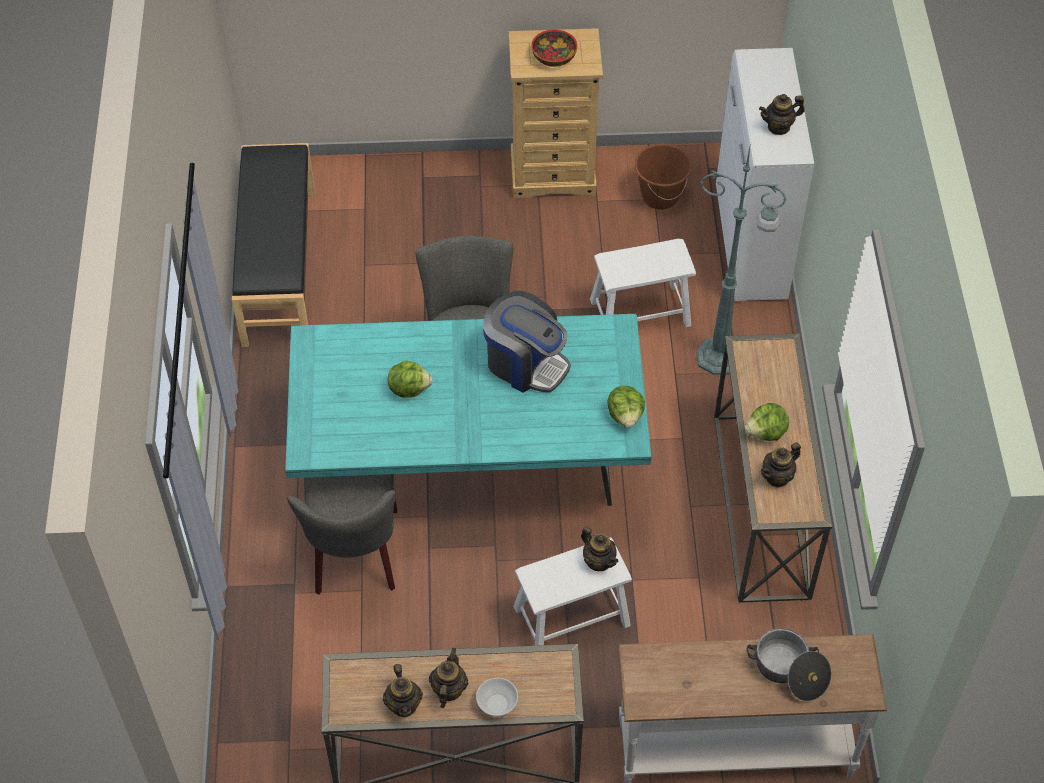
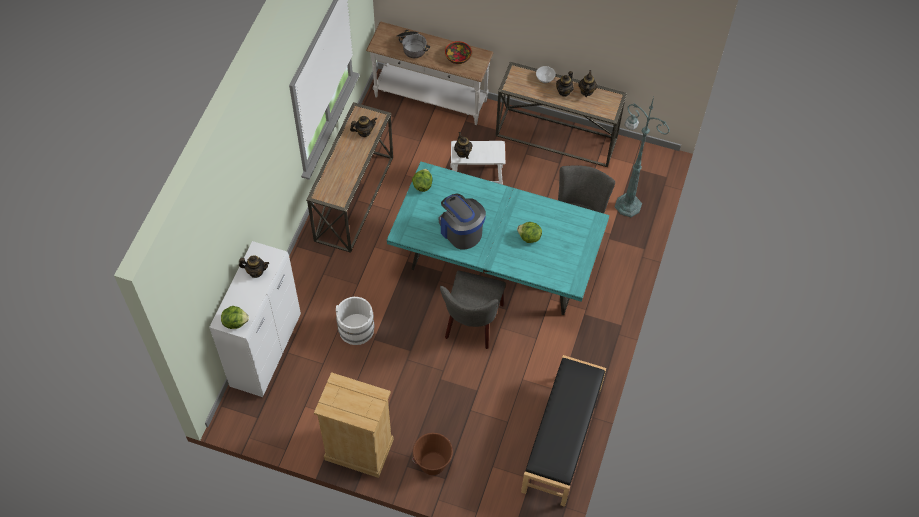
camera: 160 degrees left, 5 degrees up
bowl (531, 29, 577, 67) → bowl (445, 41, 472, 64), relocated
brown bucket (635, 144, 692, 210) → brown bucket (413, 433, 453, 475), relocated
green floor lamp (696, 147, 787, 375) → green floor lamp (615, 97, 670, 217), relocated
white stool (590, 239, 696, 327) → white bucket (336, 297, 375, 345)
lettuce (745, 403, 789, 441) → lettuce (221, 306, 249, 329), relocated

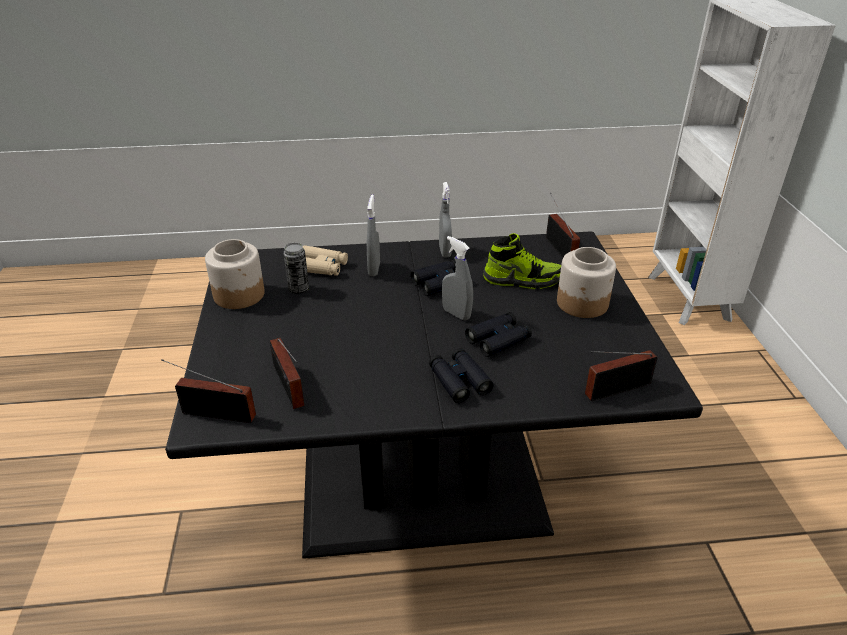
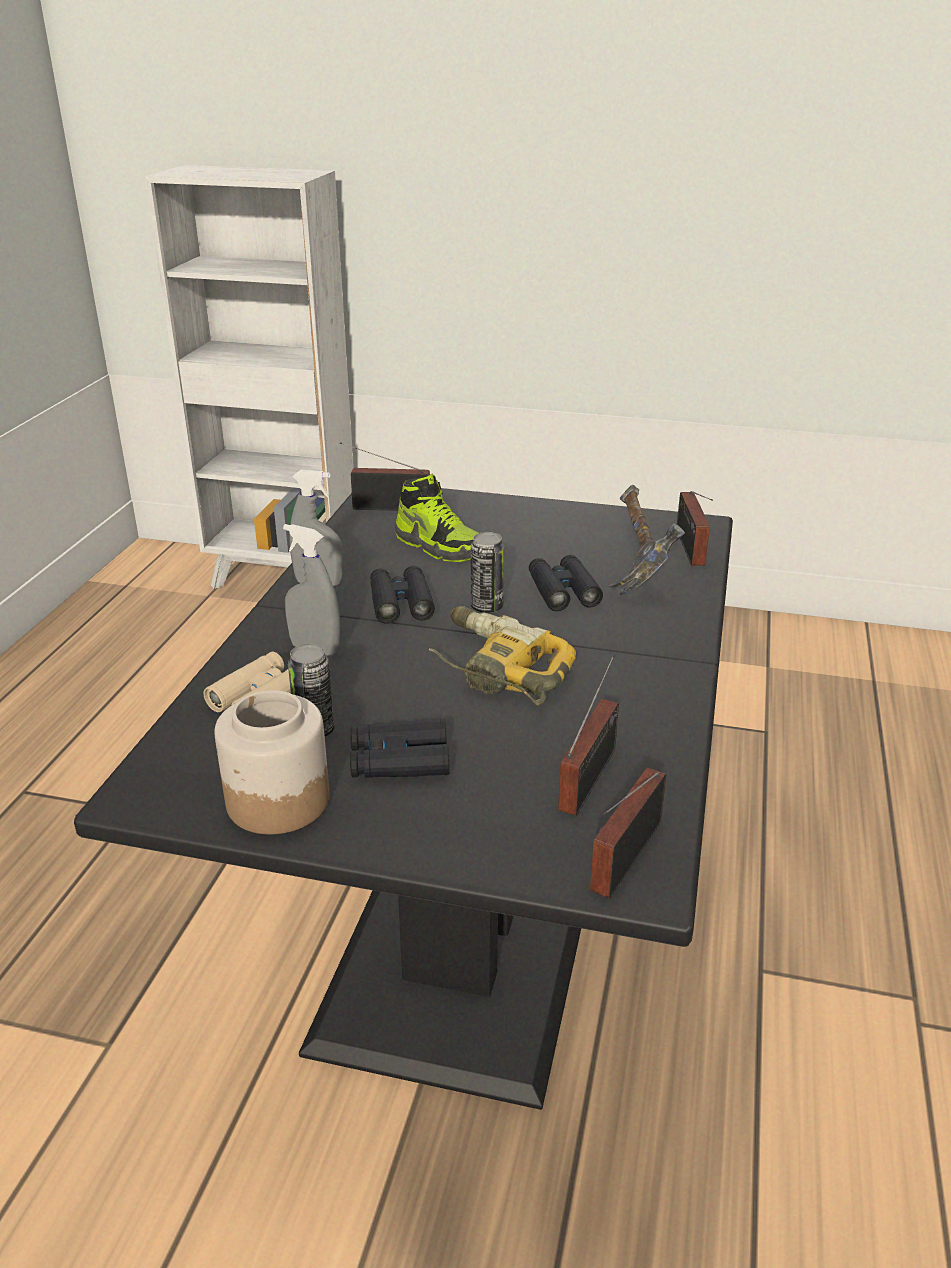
camera: 70 degrees left, 5 degrees down
shoe (483, 233, 561, 289) → shoe (395, 474, 478, 562), 105 degrees clockwise
grey spray bottle (442, 236, 473, 321) → can (471, 532, 504, 613)
jar (557, 247, 616, 318) → -
radio (270, 338, 304, 409) → radio (558, 654, 619, 816), 60 degrees counterclockwise
black binoculars (429, 348, 494, 403) → black binoculars (350, 719, 449, 778), relocated
- → hammer (609, 485, 685, 595)
- → power drill (429, 606, 576, 706)

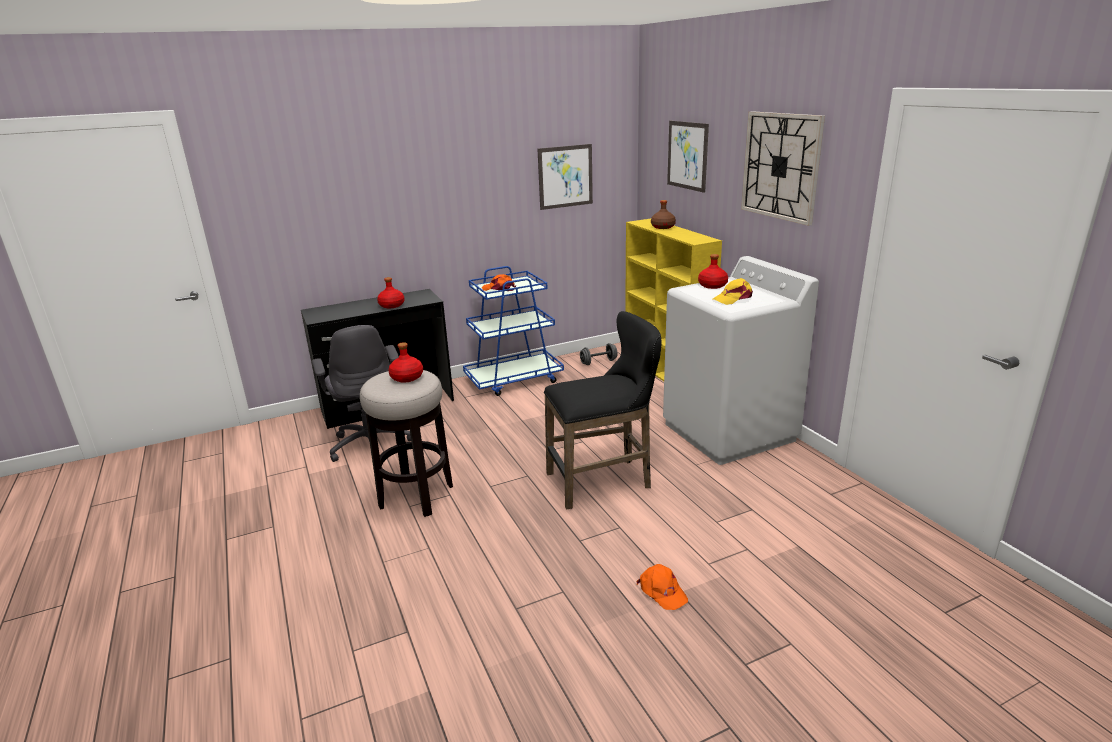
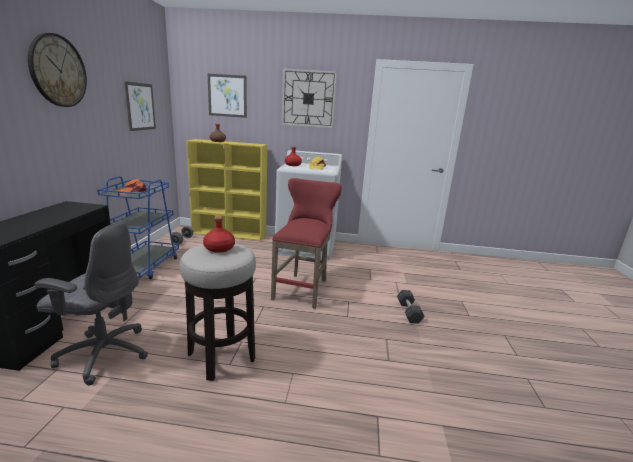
camera: 60 degrees left, 5 degrees down
red bottle (377, 277, 405, 308) → -
black stool (544, 311, 662, 510) → red stool (271, 178, 342, 309)
orange cap (637, 564, 688, 610) → grey dumbbell (397, 290, 425, 323)
- → wall clock (28, 33, 87, 107)

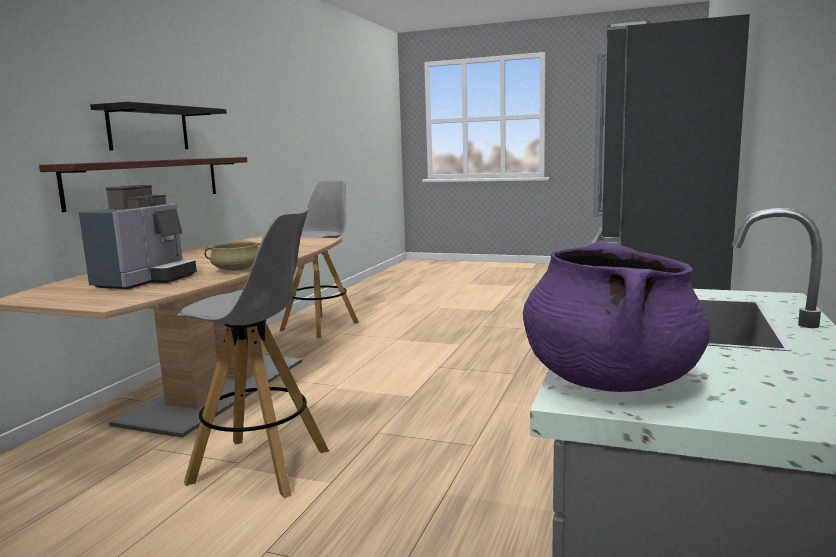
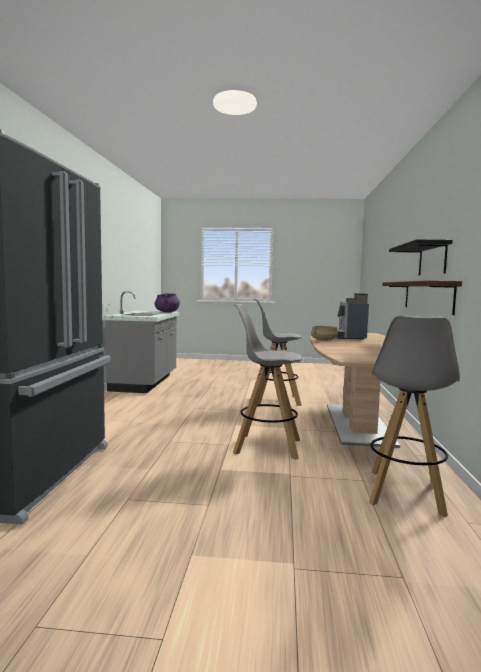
camera: 165 degrees right, 5 degrees down
- → grey stool (233, 304, 305, 460)

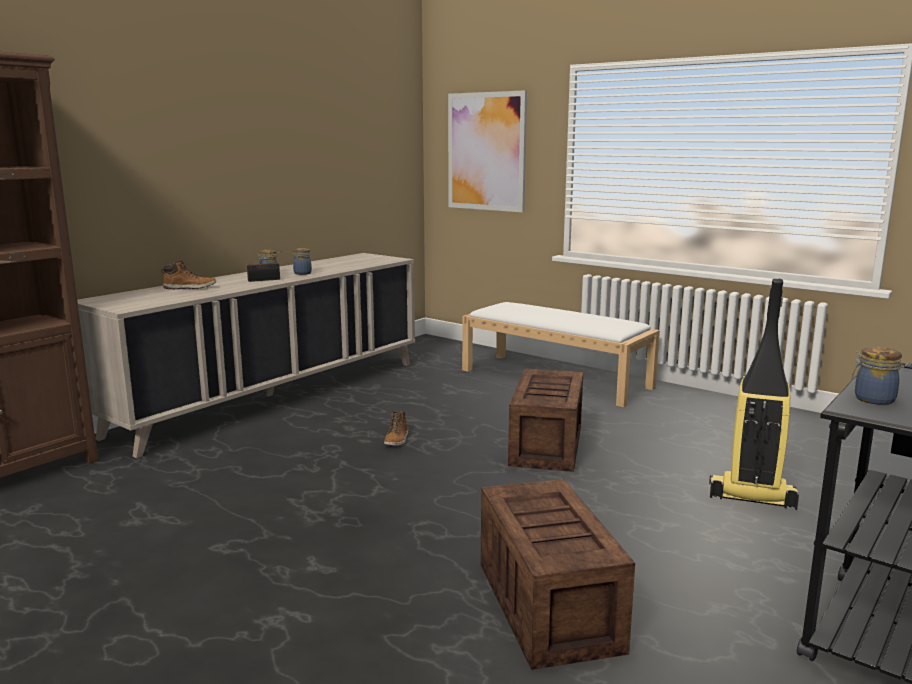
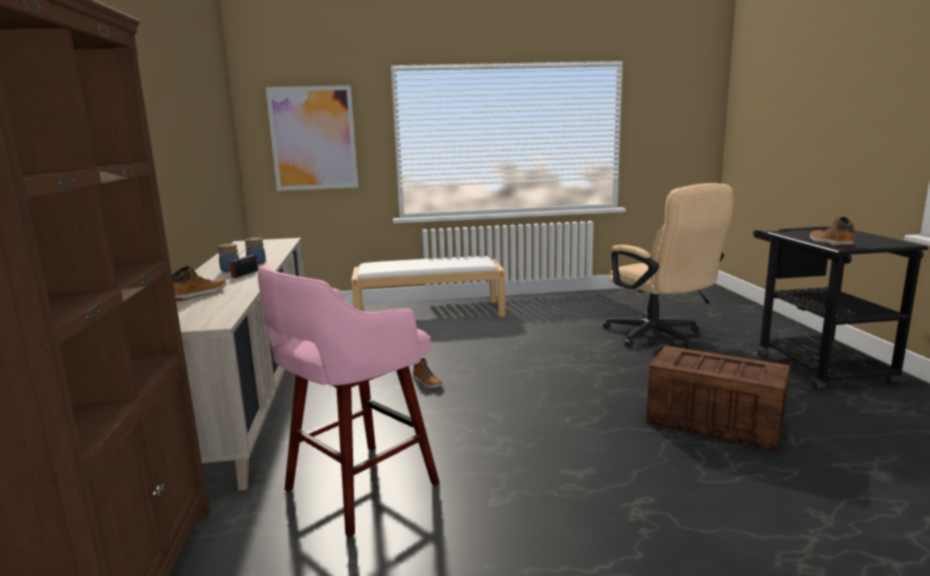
camera: 45 degrees left, 0 degrees up
vacuum cleaner (709, 278, 799, 510) → beige office chair (603, 183, 734, 349)
jar (851, 347, 902, 405) → boot (810, 217, 855, 247)
crate (508, 368, 583, 472) → -
- → pink stool (258, 265, 440, 537)

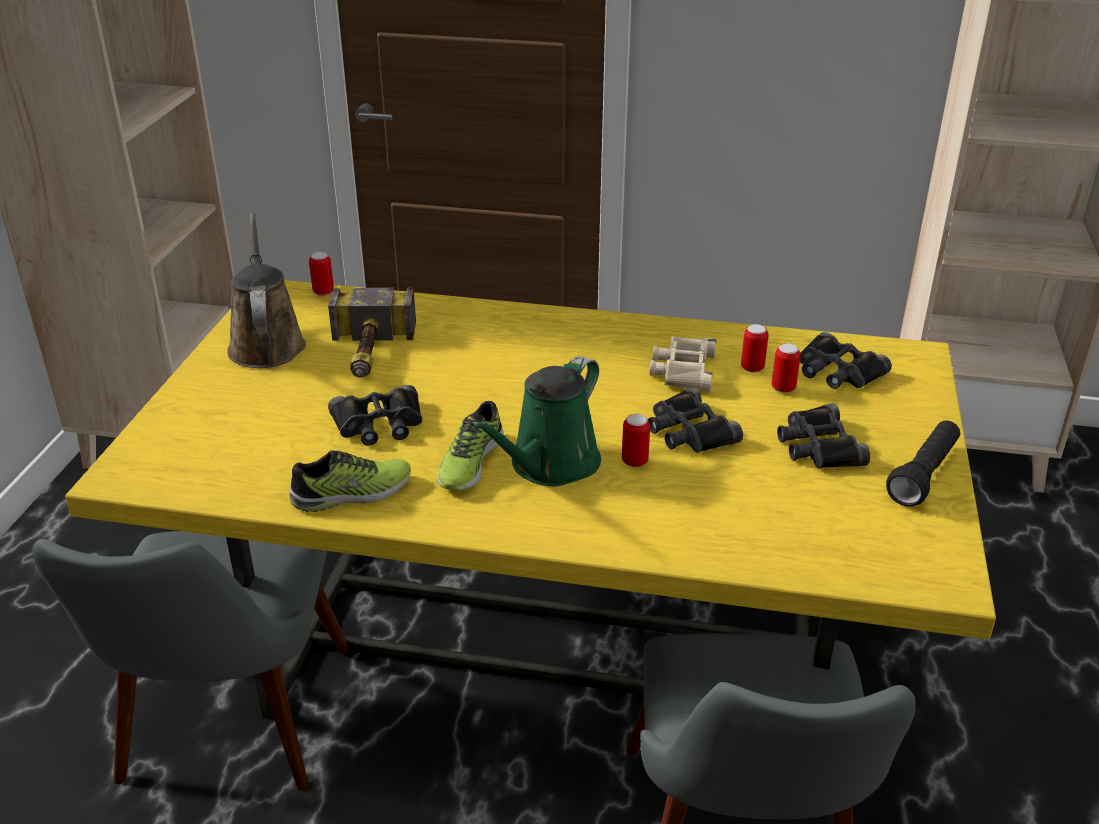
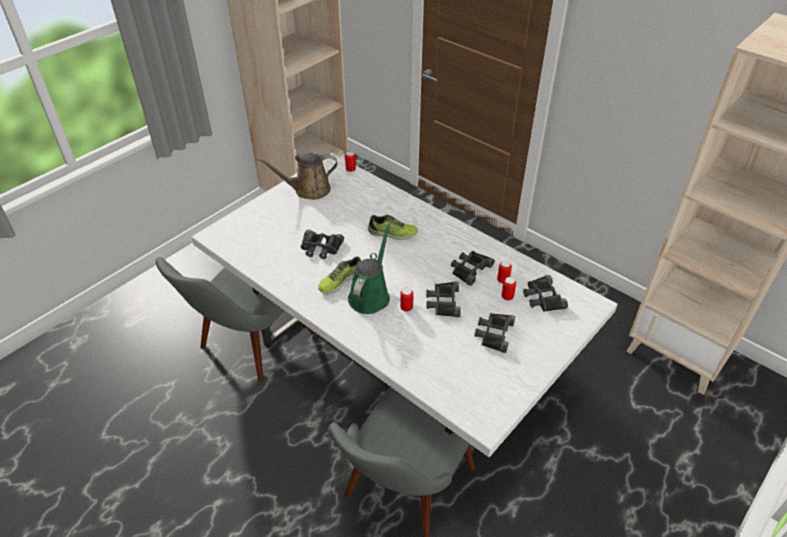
camera: 30 degrees right, 10 degrees up
brown watering can (227, 213, 306, 368) → brown watering can (256, 152, 337, 200), 120 degrees counterclockwise
yellow dining table (65, 280, 996, 719) → white dining table (192, 153, 618, 477)
hammer (328, 287, 416, 378) → -
beige binoculars (649, 336, 716, 392) → black binoculars (451, 251, 495, 286)
green watering can (470, 356, 601, 486) → green watering can (348, 222, 391, 314), 135 degrees clockwise
black flashlight (886, 421, 960, 507) → -
shoe (289, 450, 411, 512) → shoe (368, 215, 418, 240), relocated

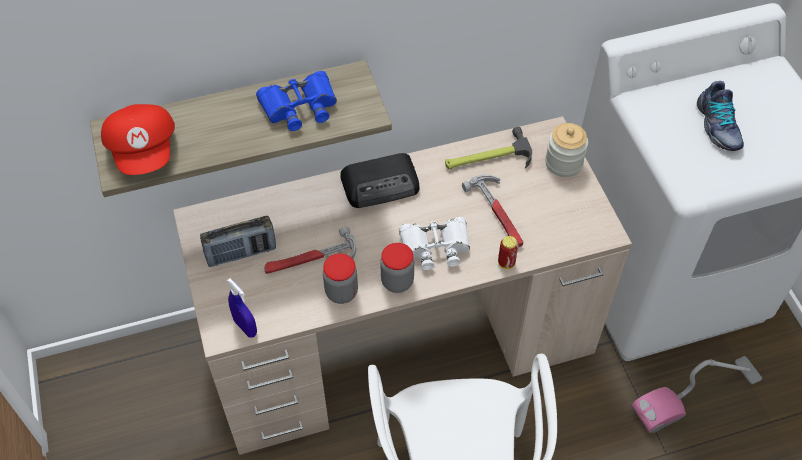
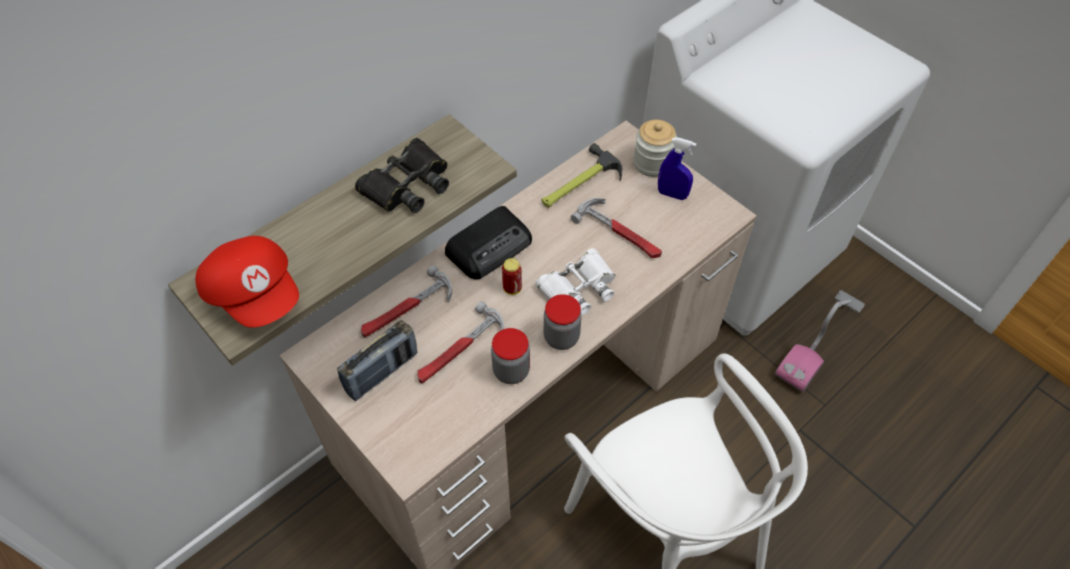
camera: 25 degrees left, 0 degrees up
blue binoculars (256, 71, 337, 131) → black binoculars (355, 138, 449, 213)
shoe (697, 81, 744, 151) → -
can (498, 236, 518, 269) → can (502, 258, 522, 295), relocated
blue spray bottle (227, 278, 257, 338) → blue spray bottle (658, 137, 697, 200), relocated
- → hammer (361, 265, 452, 337)

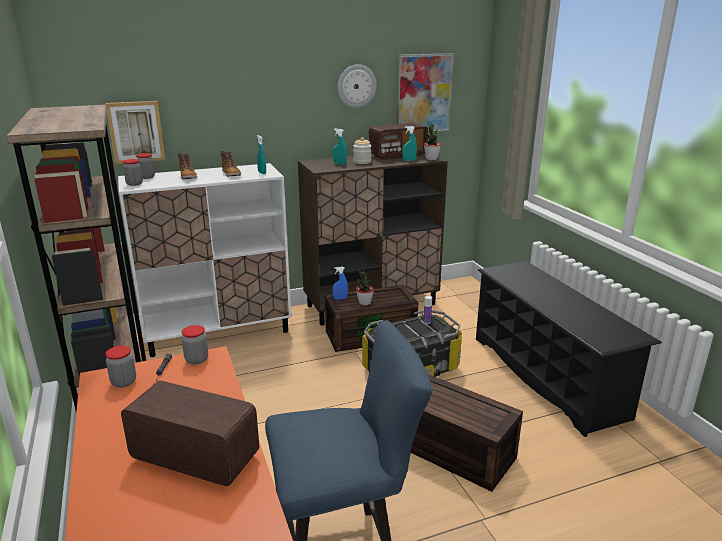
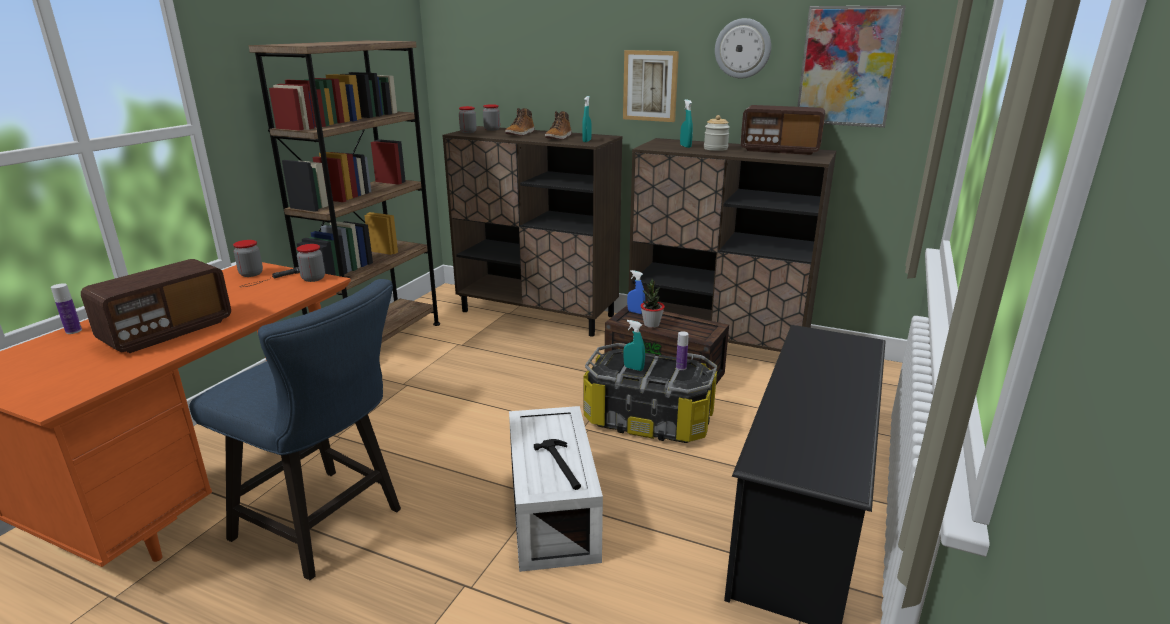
camera: 45 degrees right, 0 degrees up
picture (105, 101, 165, 164) → picture (623, 50, 679, 122), relocated
potted plant (424, 123, 441, 160) → -
turquoise spray bottle (402, 126, 417, 161) → turquoise spray bottle (624, 320, 645, 371), relocated
white cabinet (118, 163, 291, 357) → brown cabinet (443, 126, 622, 337)
brown storage box (410, 374, 523, 492) → white storage box (509, 406, 603, 572)
radio (121, 381, 259, 486) → radio (81, 259, 231, 353), 60 degrees clockwise
- → bottle (51, 283, 82, 334)
- → hammer (534, 439, 581, 490)

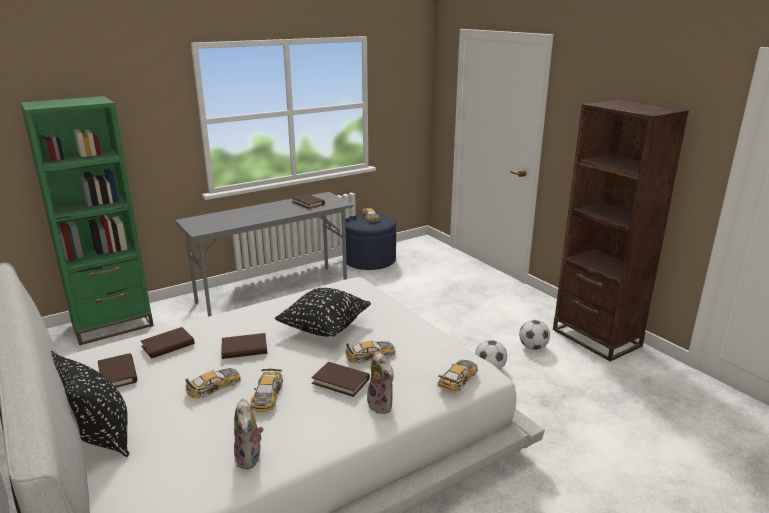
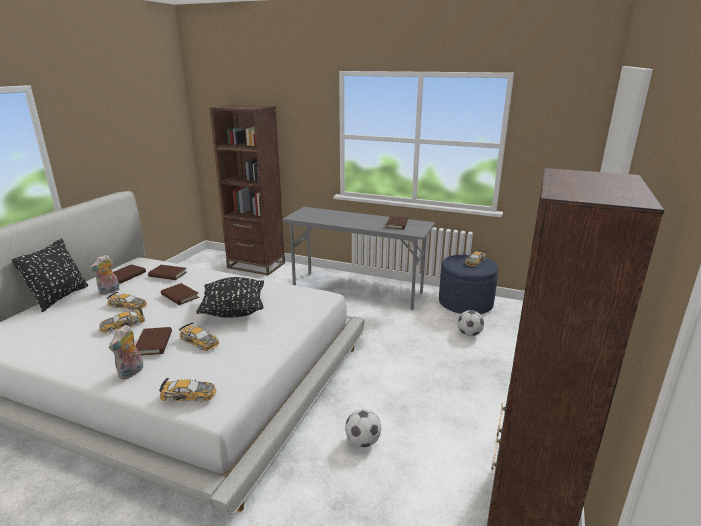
camera: 55 degrees right, 0 degrees up
green bookcase (20, 96, 154, 345) → brown bookcase (210, 105, 285, 275)
football (519, 320, 550, 350) → football (458, 310, 484, 336), relocated
plush toy (234, 398, 264, 469) → plush toy (89, 255, 120, 295), relocated

